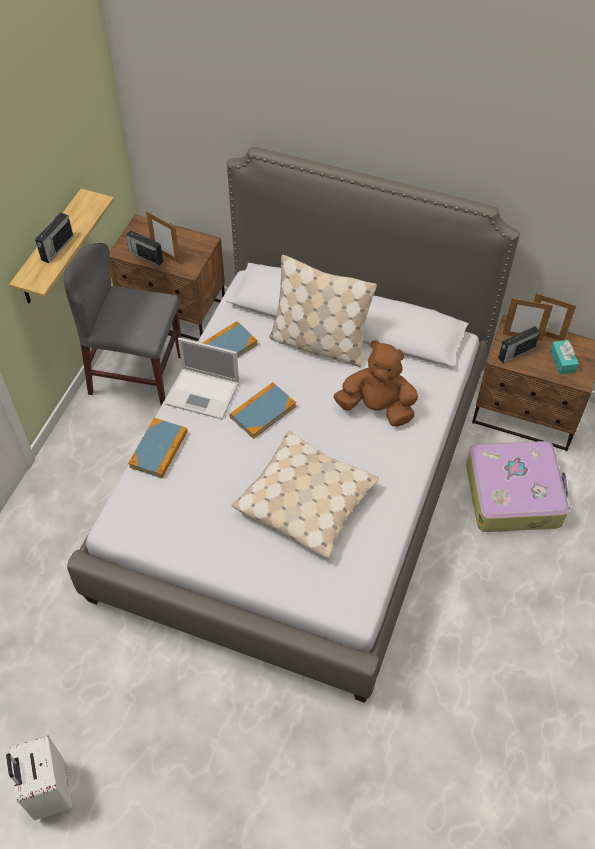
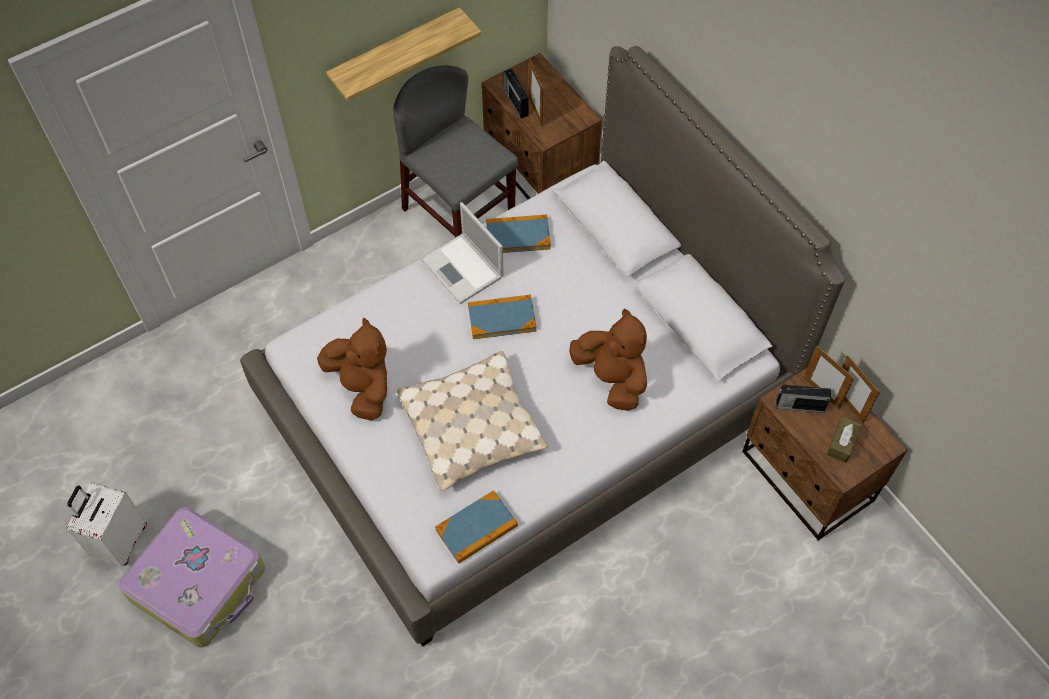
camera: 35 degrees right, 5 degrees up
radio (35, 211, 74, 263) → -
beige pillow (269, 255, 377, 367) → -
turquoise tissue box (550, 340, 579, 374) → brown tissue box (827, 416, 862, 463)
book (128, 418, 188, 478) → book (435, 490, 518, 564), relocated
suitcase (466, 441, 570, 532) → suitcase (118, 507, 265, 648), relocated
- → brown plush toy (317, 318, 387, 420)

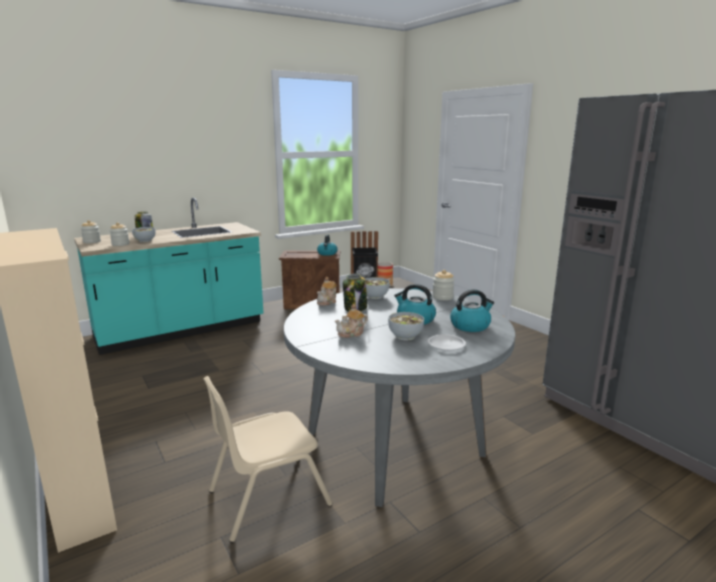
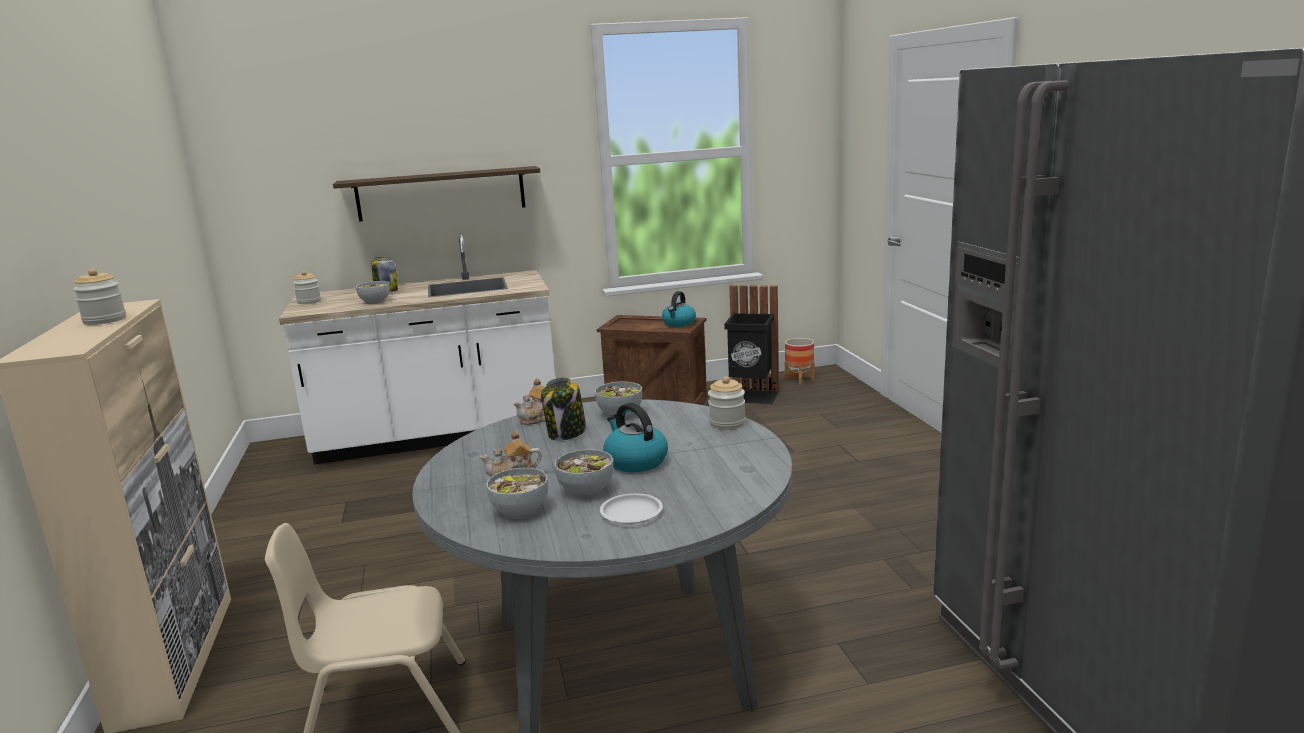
camera: 20 degrees right, 0 degrees up
turquoise counter (74, 197, 263, 355) → white counter (279, 234, 555, 465)
jar (109, 222, 129, 246) → jar (73, 268, 126, 325), relocated
kettle (450, 289, 494, 332) → -
- → shelf (333, 166, 540, 222)
- → bowl (486, 468, 548, 519)

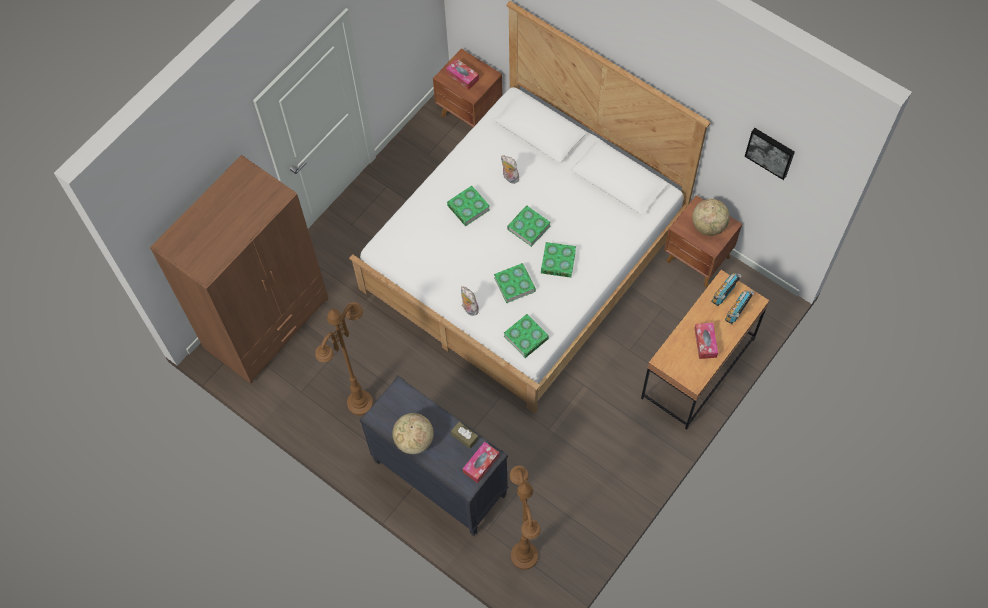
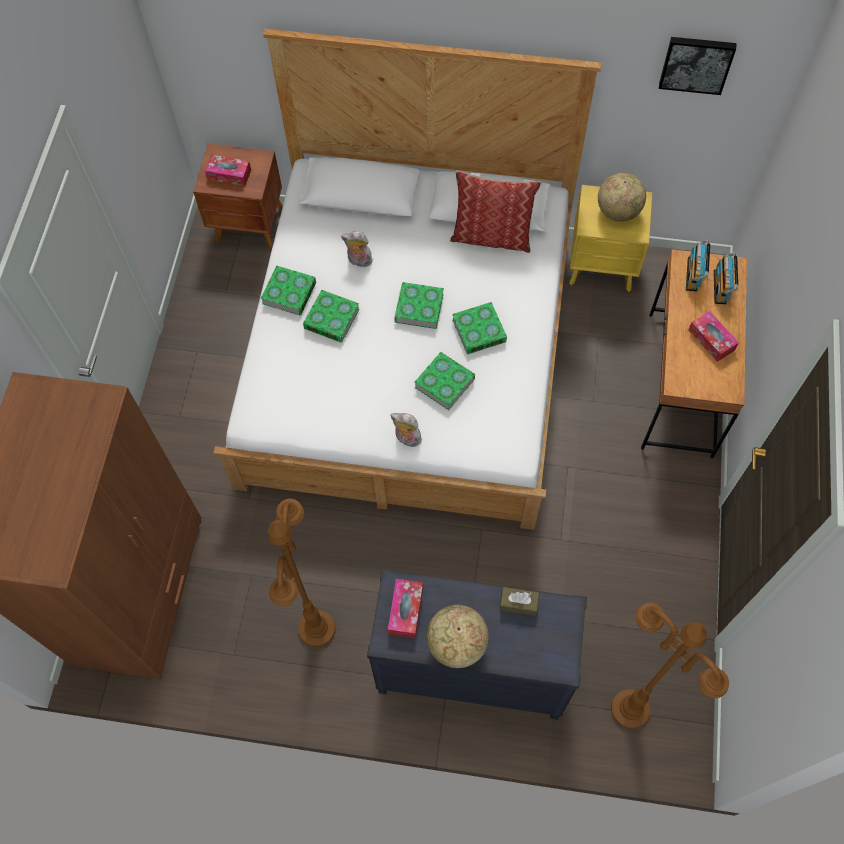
camera: 30 degrees left, 0 degrees up
brown nightstand (664, 195, 742, 287) → yellow nightstand (569, 185, 652, 292)
book (504, 314, 549, 358) → book (261, 266, 316, 316), relocated
tissue box (463, 442, 499, 483) → tissue box (388, 579, 423, 638), relocated
- → pillow (450, 170, 541, 253)

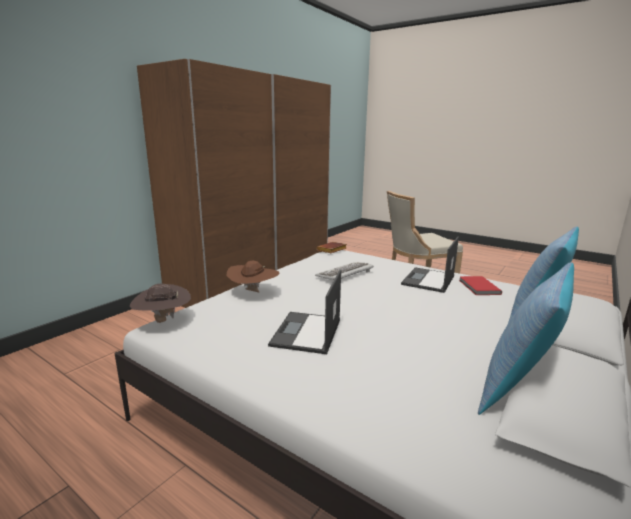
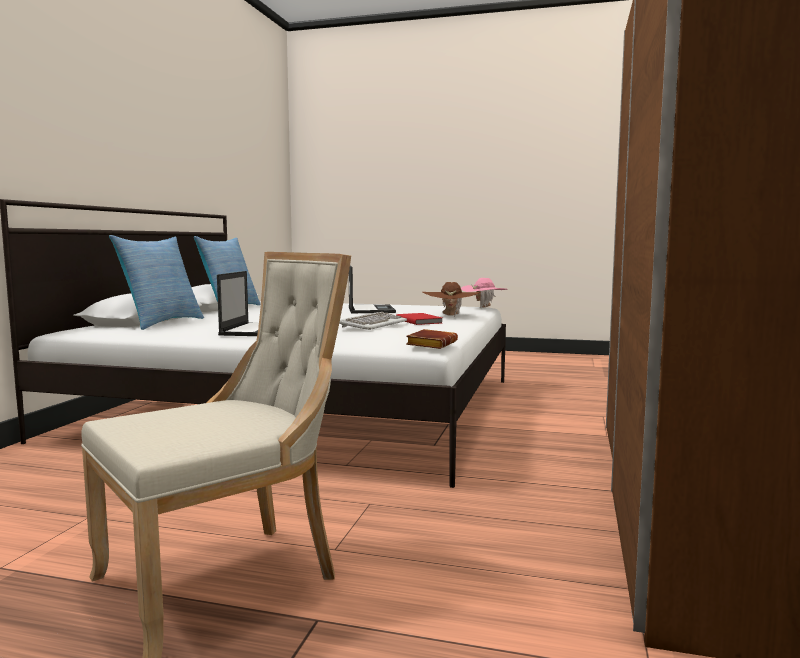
camera: 160 degrees right, 10 degrees down
red book (459, 276, 502, 295) → red book (397, 313, 442, 325), relocated
brown hat (130, 283, 191, 323) → pink hat (461, 278, 507, 309)

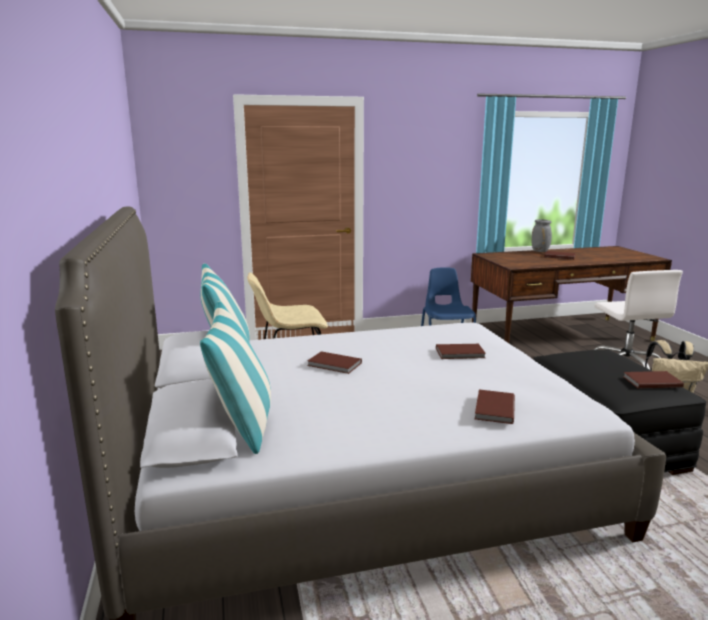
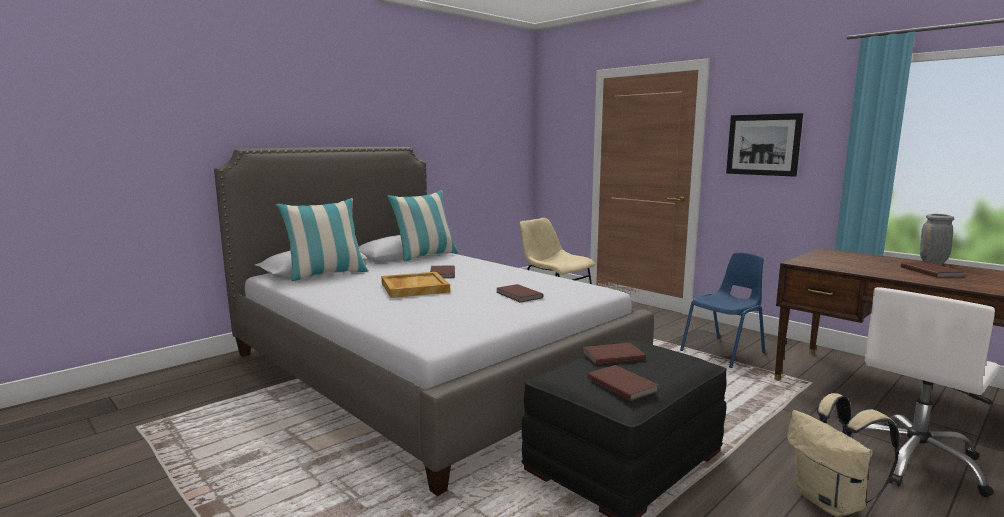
camera: 60 degrees right, 5 degrees down
brown book (475, 390, 515, 424) → brown book (582, 343, 646, 365), relocated
- → picture (726, 113, 803, 177)
- → beige tray (381, 272, 450, 298)

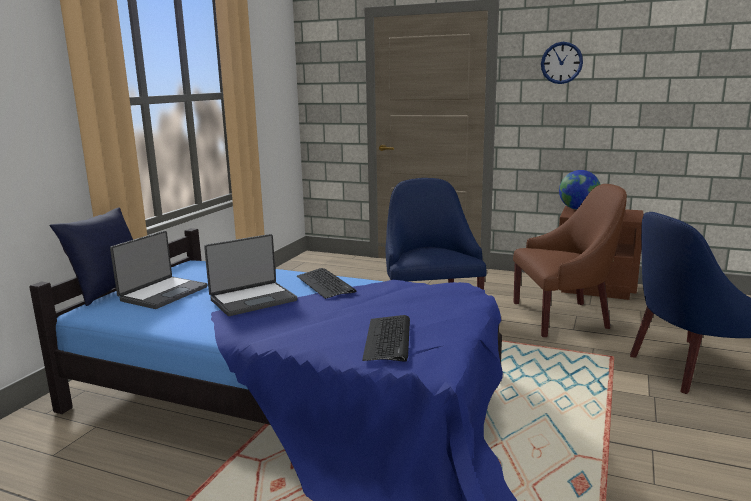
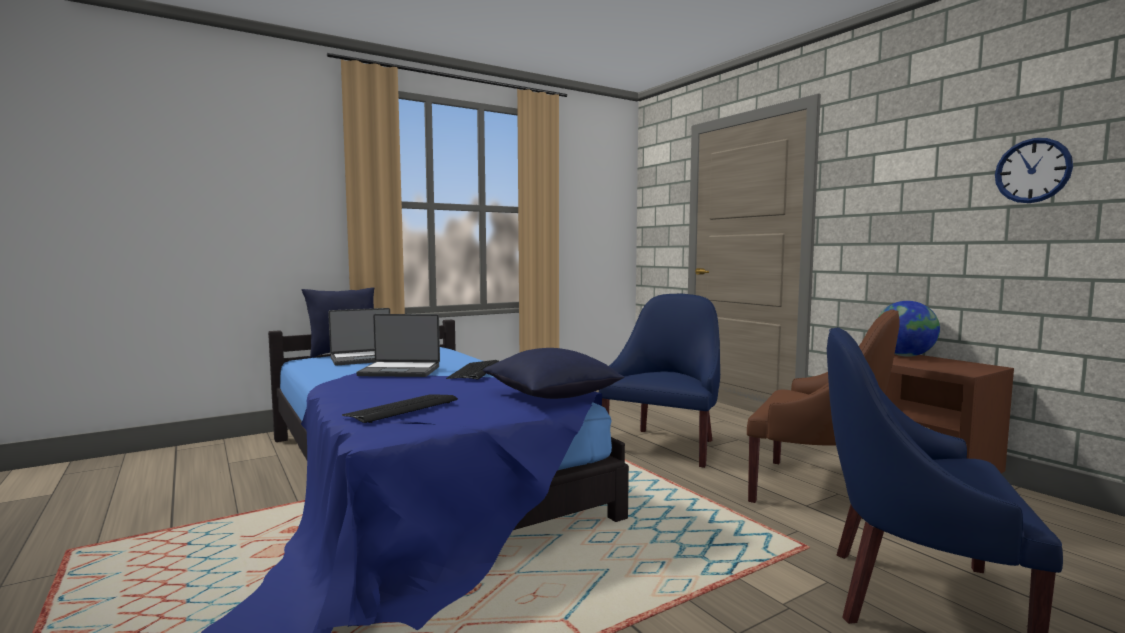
camera: 35 degrees right, 10 degrees down
wall clock (541, 42, 583, 84) → wall clock (995, 138, 1073, 203), relocated
- → blue pillow (483, 348, 624, 399)

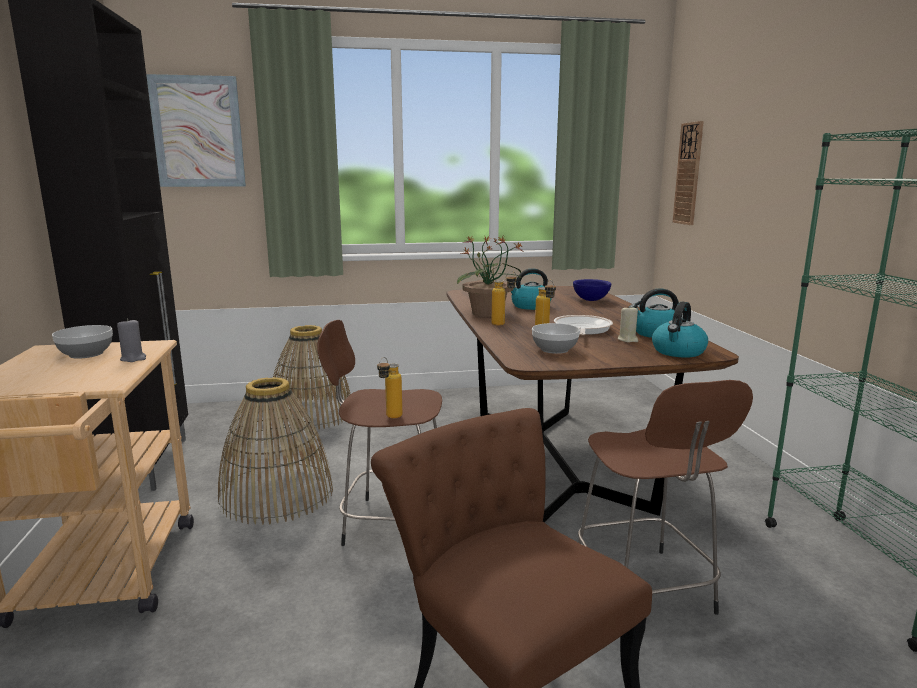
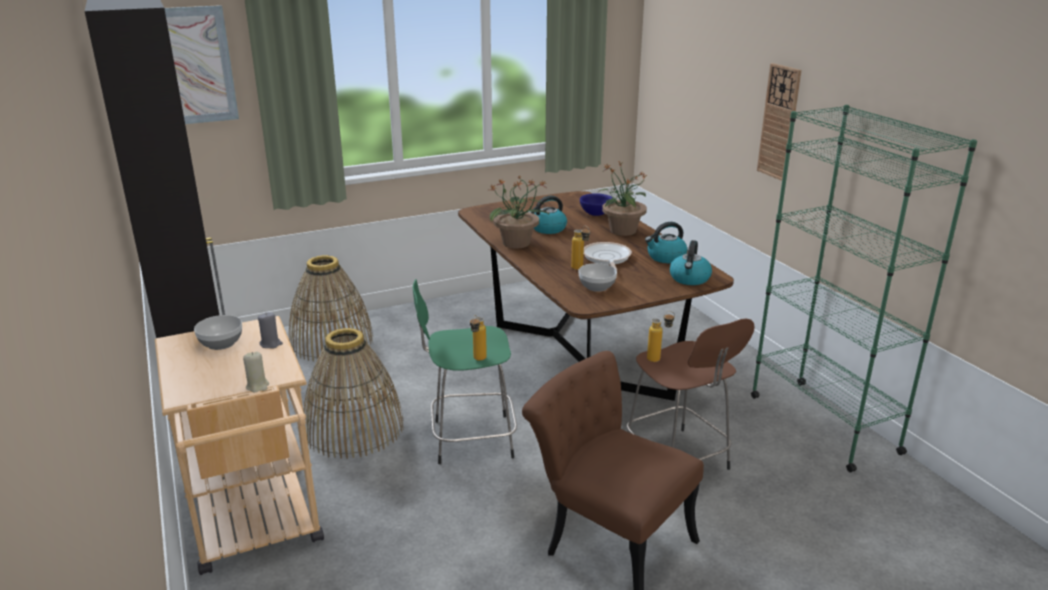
camera: 15 degrees left, 10 degrees up
wall clock (673, 121, 704, 225) → wall clock (757, 63, 801, 181), relocated
bottle (492, 271, 517, 326) → bottle (647, 311, 675, 362), relocated
beige candle (618, 305, 638, 342) → beige candle (243, 352, 269, 392), relocated
brown stool (317, 320, 442, 546) → green stool (412, 279, 517, 464)
- → potted plant (598, 160, 647, 236)

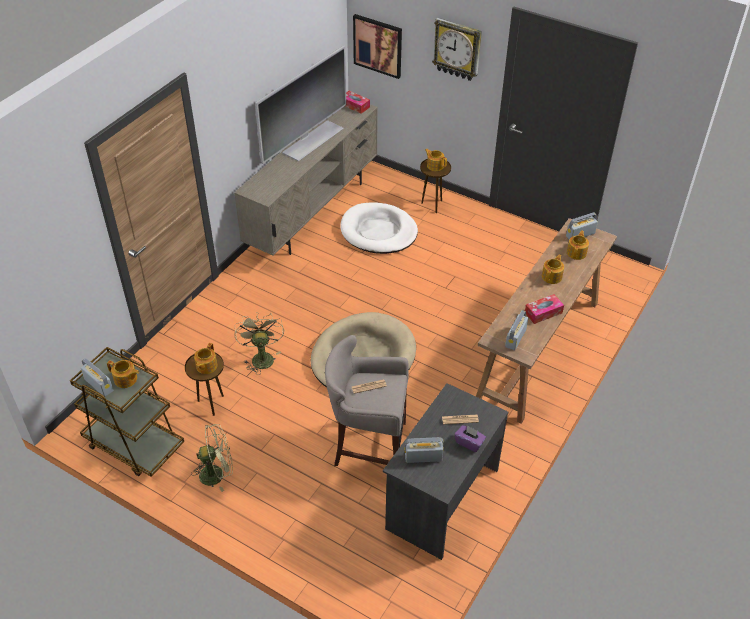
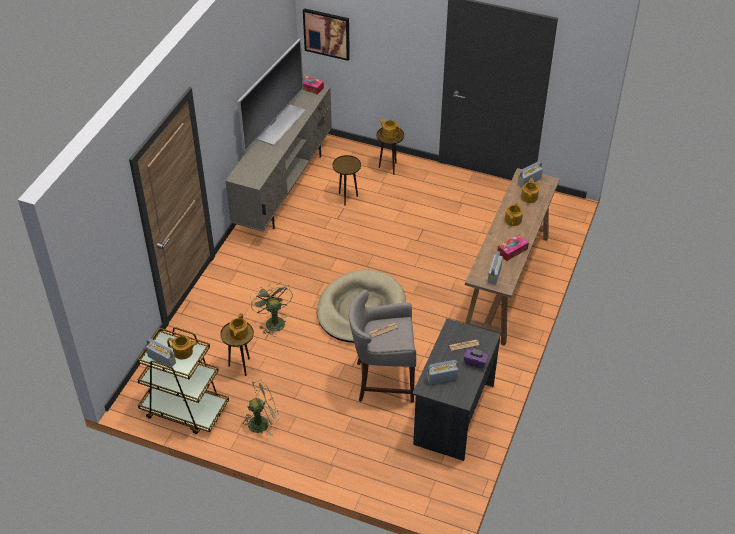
camera: 10 degrees left, 0 degrees up
wall clock (432, 18, 482, 81) → -
white dog bed (340, 203, 418, 254) → brown side table (333, 155, 361, 206)

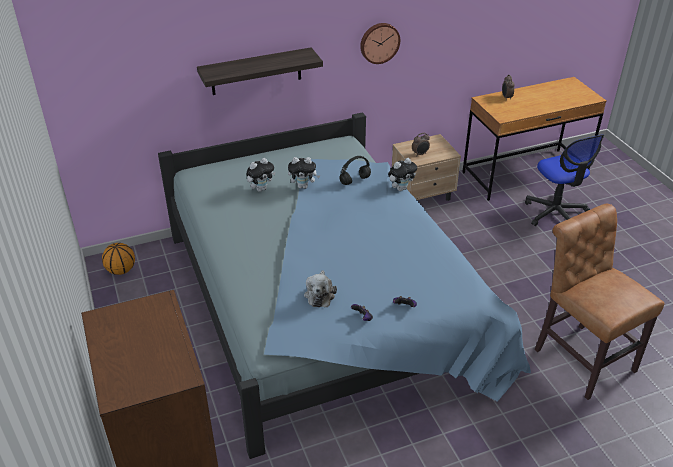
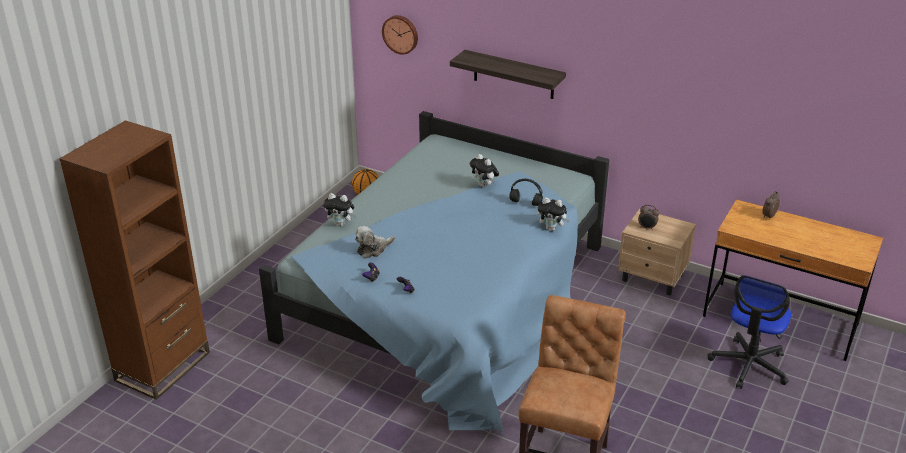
camera: 50 degrees right, 5 degrees down
wall clock (360, 23, 400, 64) → wall clock (382, 15, 418, 55), relocated
plush toy (246, 158, 275, 192) → plush toy (323, 193, 356, 226), relocated

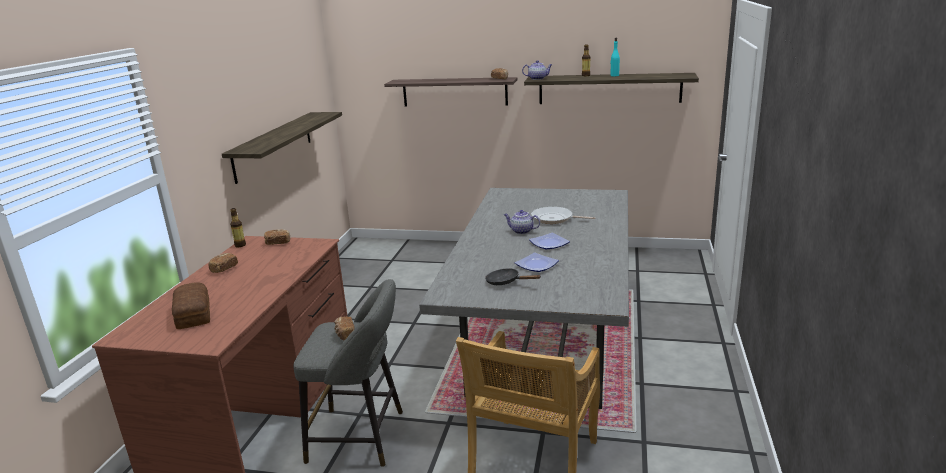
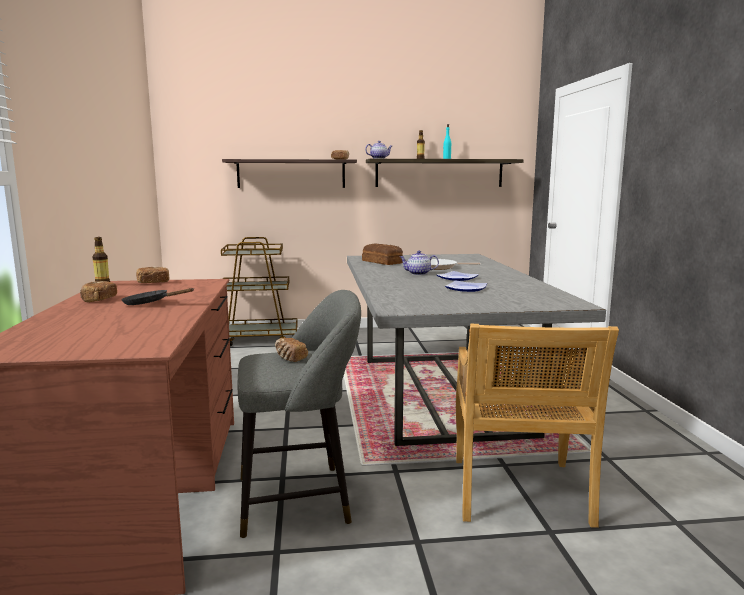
camera: 20 degrees left, 10 degrees down
shelf (222, 112, 342, 184) → -
black frying pan (485, 268, 541, 285) → black frying pan (121, 288, 194, 305), relocated
bread (172, 282, 210, 329) → bread (362, 244, 403, 265), relocated
- → brown cart (221, 237, 298, 346)

